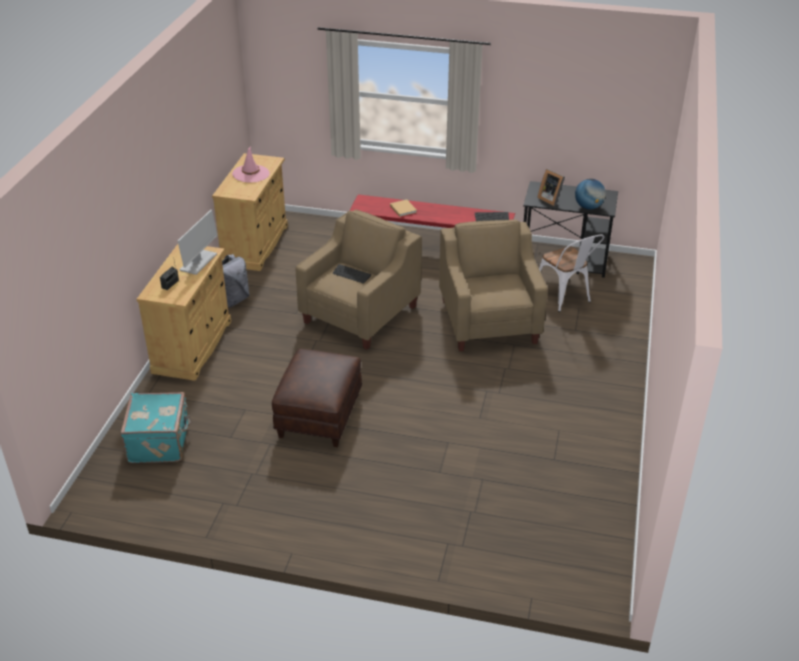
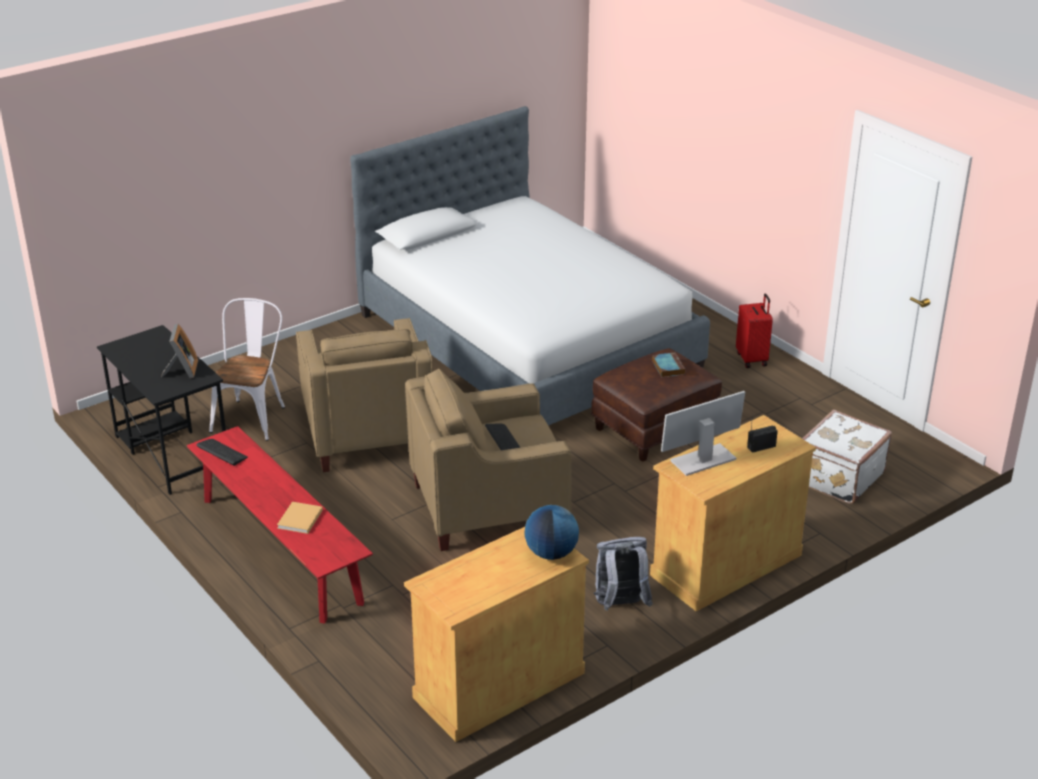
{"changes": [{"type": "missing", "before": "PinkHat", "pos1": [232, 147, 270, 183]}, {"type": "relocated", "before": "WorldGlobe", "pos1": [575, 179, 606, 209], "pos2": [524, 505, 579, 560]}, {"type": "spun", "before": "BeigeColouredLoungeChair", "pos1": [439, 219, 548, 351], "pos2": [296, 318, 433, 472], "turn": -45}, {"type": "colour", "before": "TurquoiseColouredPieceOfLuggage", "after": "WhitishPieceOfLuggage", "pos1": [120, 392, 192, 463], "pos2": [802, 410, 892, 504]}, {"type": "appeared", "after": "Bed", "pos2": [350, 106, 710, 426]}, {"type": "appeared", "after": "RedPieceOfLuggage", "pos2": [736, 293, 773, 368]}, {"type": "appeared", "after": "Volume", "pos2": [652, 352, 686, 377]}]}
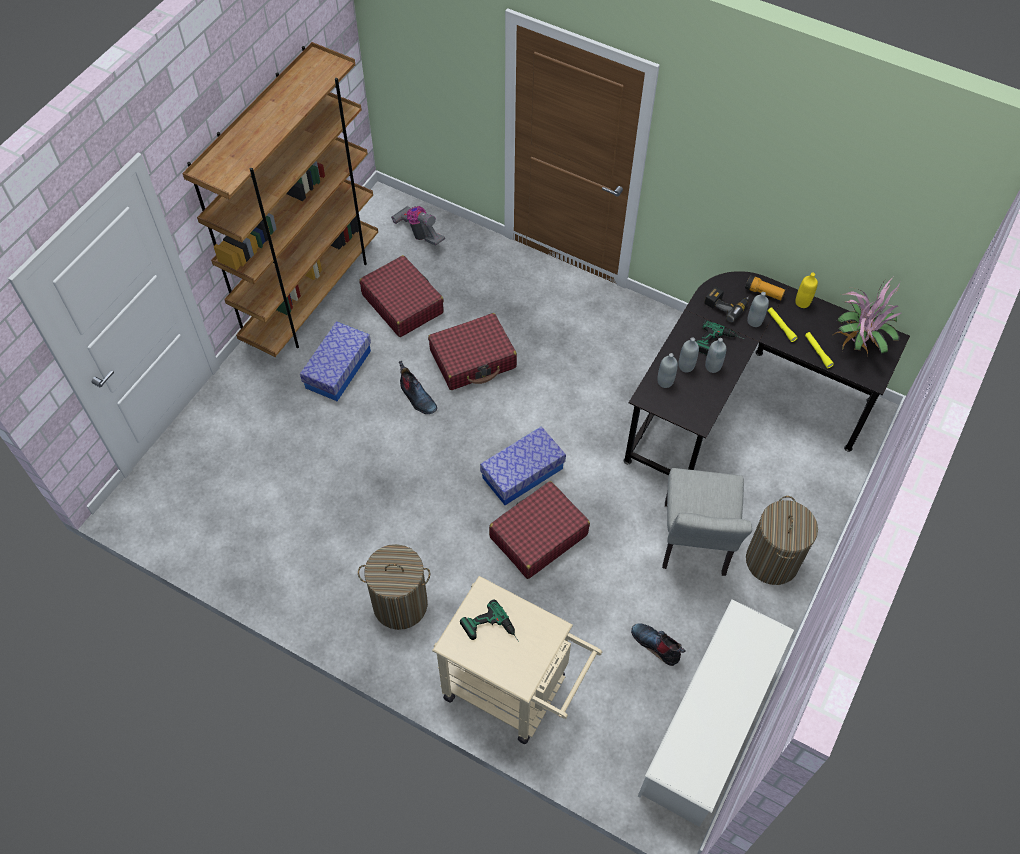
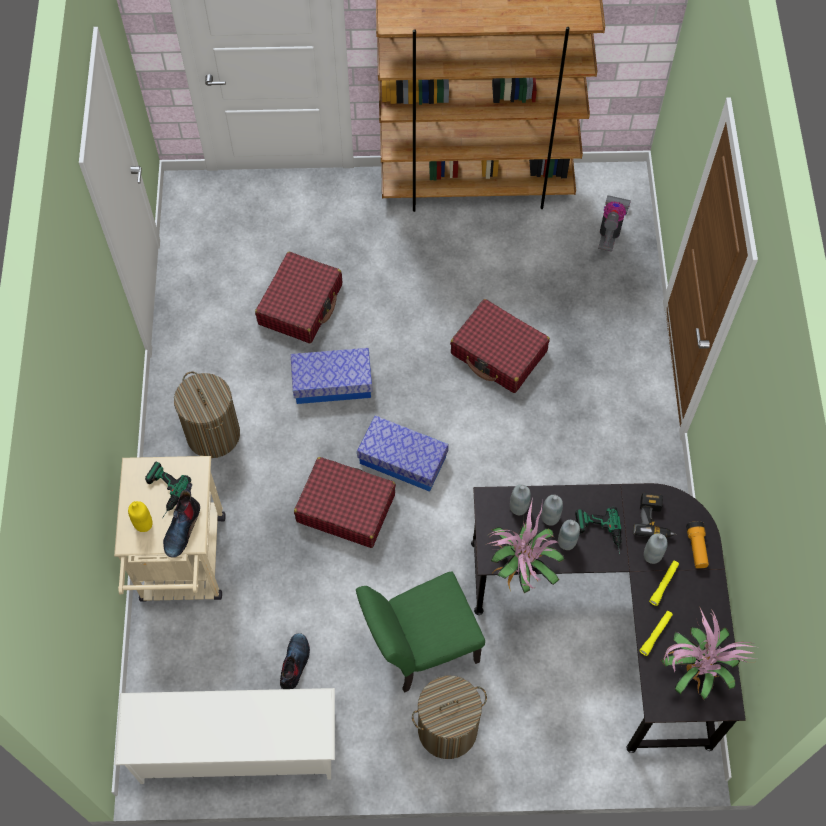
{"changes": [{"type": "relocated", "before": "RedPieceOfLuggage", "pos1": [359, 255, 444, 337], "pos2": [255, 252, 342, 343]}, {"type": "relocated", "before": "YellowDrinkBottle", "pos1": [795, 273, 818, 308], "pos2": [128, 501, 152, 532]}, {"type": "relocated", "before": "StorageBox", "pos1": [300, 321, 371, 401], "pos2": [291, 348, 372, 404]}, {"type": "relocated", "before": "TallBoot", "pos1": [399, 361, 437, 414], "pos2": [163, 482, 200, 558]}, {"type": "colour", "before": "GrayChair", "after": "GreenChair", "pos1": [662, 468, 752, 576], "pos2": [356, 572, 485, 693]}, {"type": "appeared", "after": "PottedPlant", "pos2": [488, 496, 565, 593]}]}
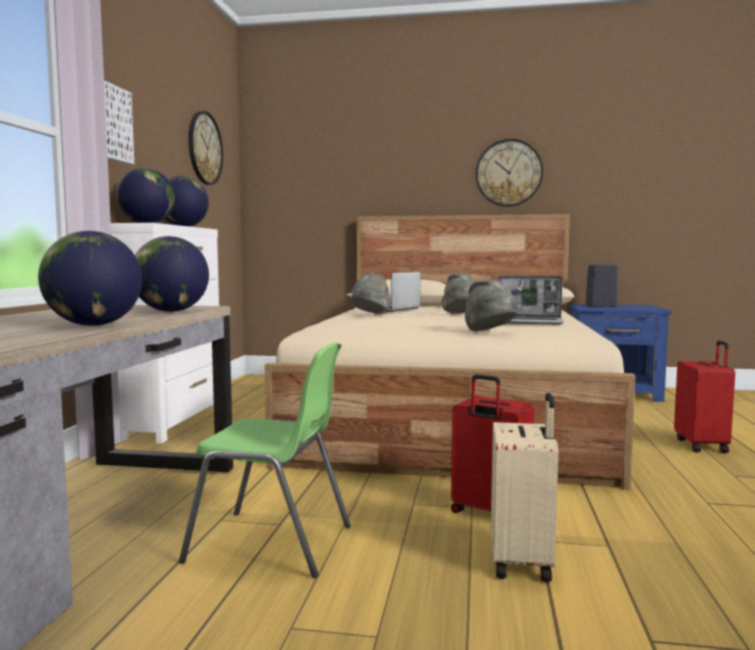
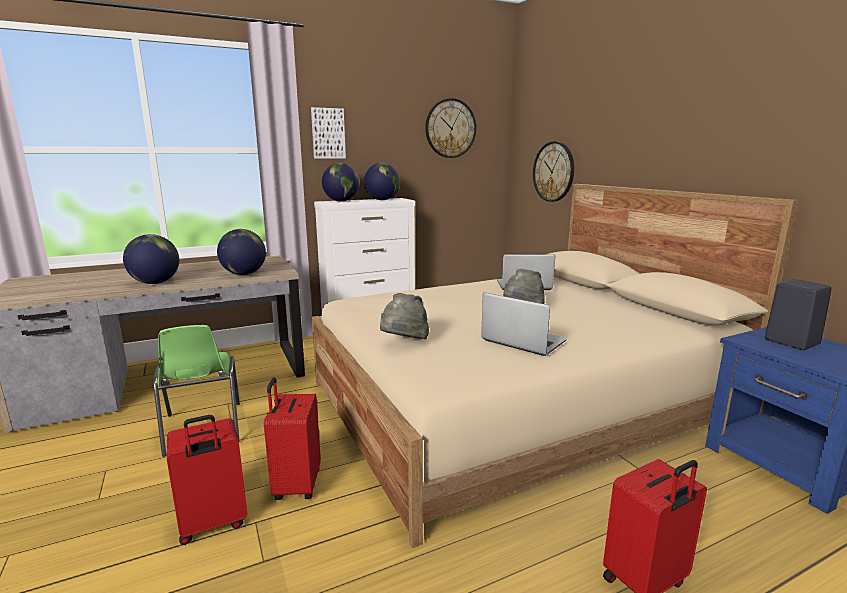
{"changes": [{"type": "relocated", "before": "ClockOnTheWall", "pos1": [476, 139, 543, 207], "pos2": [533, 141, 574, 202]}, {"type": "missing", "before": "GrayHat", "pos1": [351, 273, 390, 314]}, {"type": "spun", "before": "Laptop", "pos1": [498, 276, 564, 325], "pos2": [481, 293, 566, 356], "turn": 150}, {"type": "colour", "before": "BeigeColouredPieceOfLuggage", "after": "RedPieceOfLuggage", "pos1": [491, 393, 558, 582], "pos2": [167, 415, 247, 545]}]}
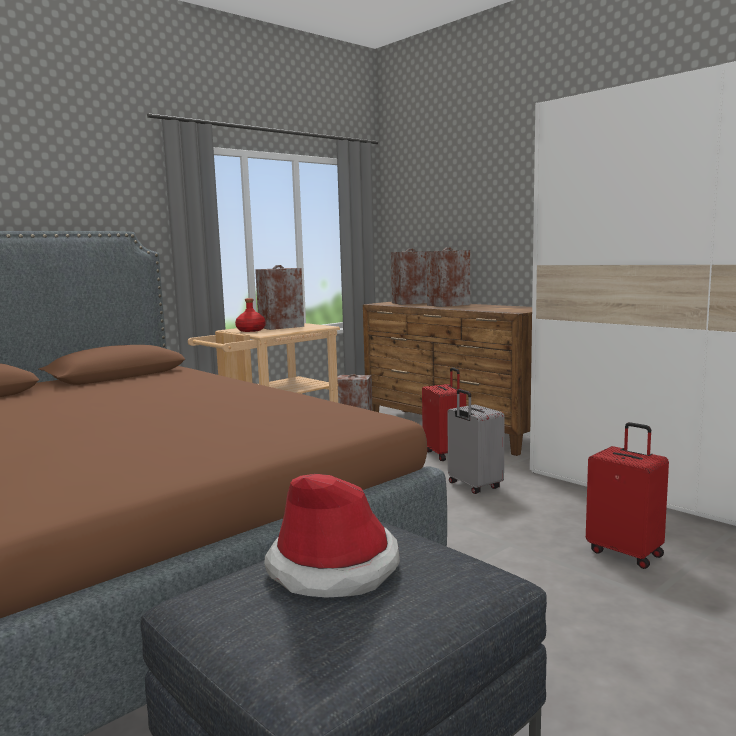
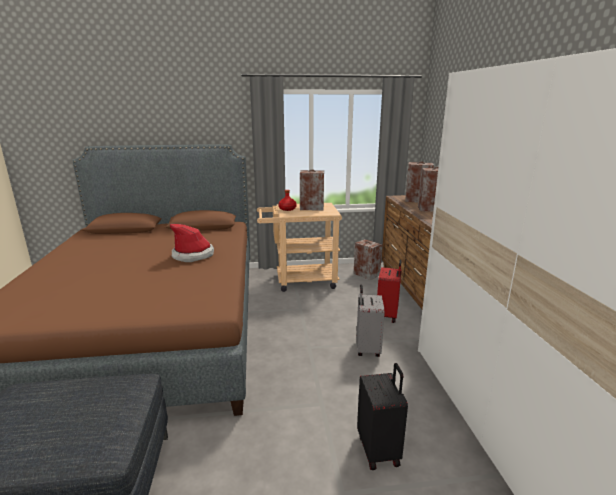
{"changes": [{"type": "colour", "before": "RedPieceOfLuggage", "after": "BlackPieceOfLuggage", "pos1": [586, 422, 669, 569], "pos2": [357, 363, 408, 470]}, {"type": "relocated", "before": "Hat", "pos1": [264, 474, 400, 598], "pos2": [170, 224, 214, 262]}]}
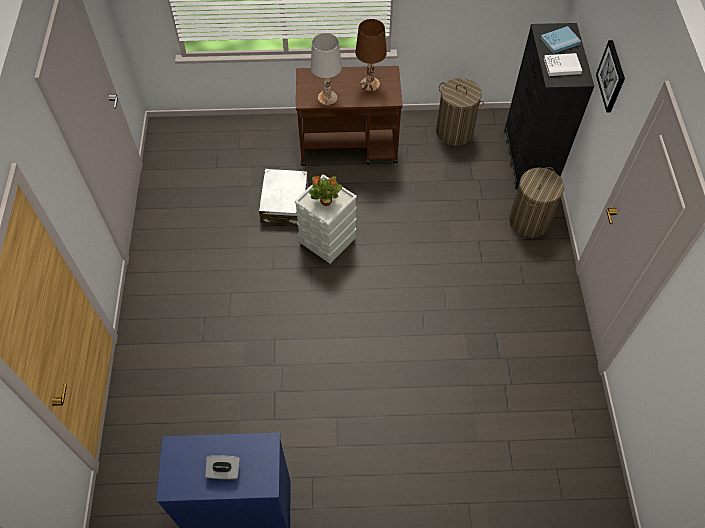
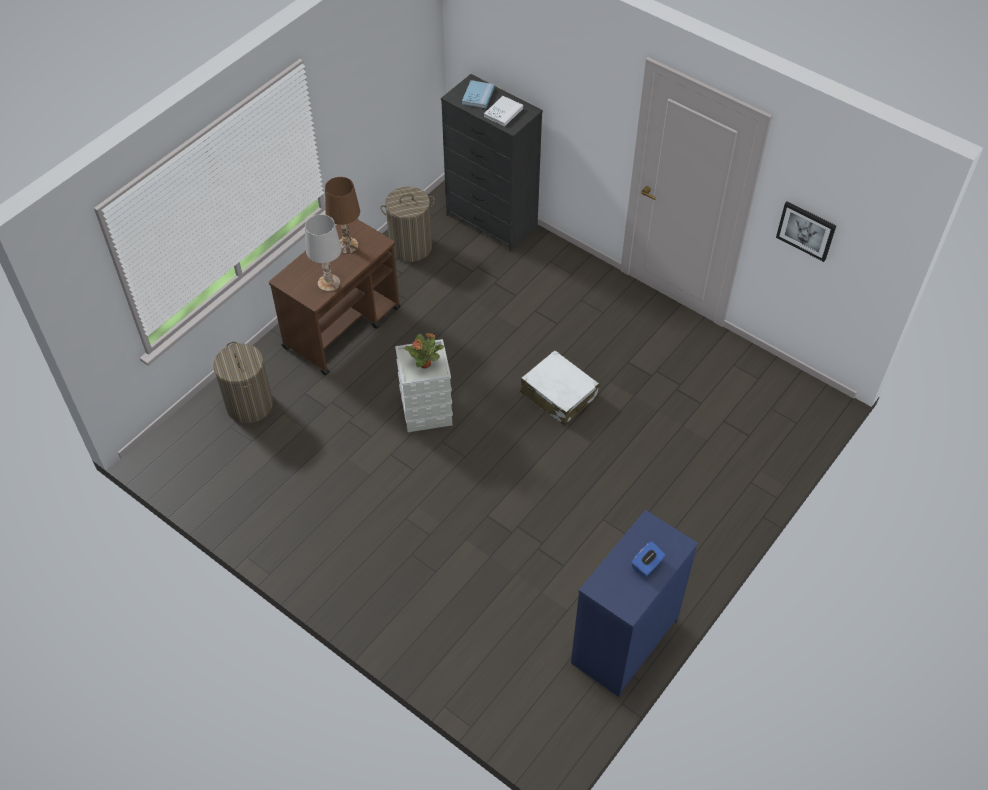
{"changes": [{"type": "relocated", "before": "Picture", "pos1": [596, 40, 625, 113], "pos2": [776, 201, 836, 262]}, {"type": "relocated", "before": "WashingBasket", "pos1": [509, 167, 564, 237], "pos2": [213, 342, 273, 423]}, {"type": "relocated", "before": "WhitishPieceOfLuggage", "pos1": [259, 169, 309, 224], "pos2": [520, 350, 599, 426]}, {"type": "colour", "before": "GrayBoxOfTissues", "after": "BluishBoxOfTissues", "pos1": [205, 455, 240, 480], "pos2": [631, 541, 665, 577]}]}
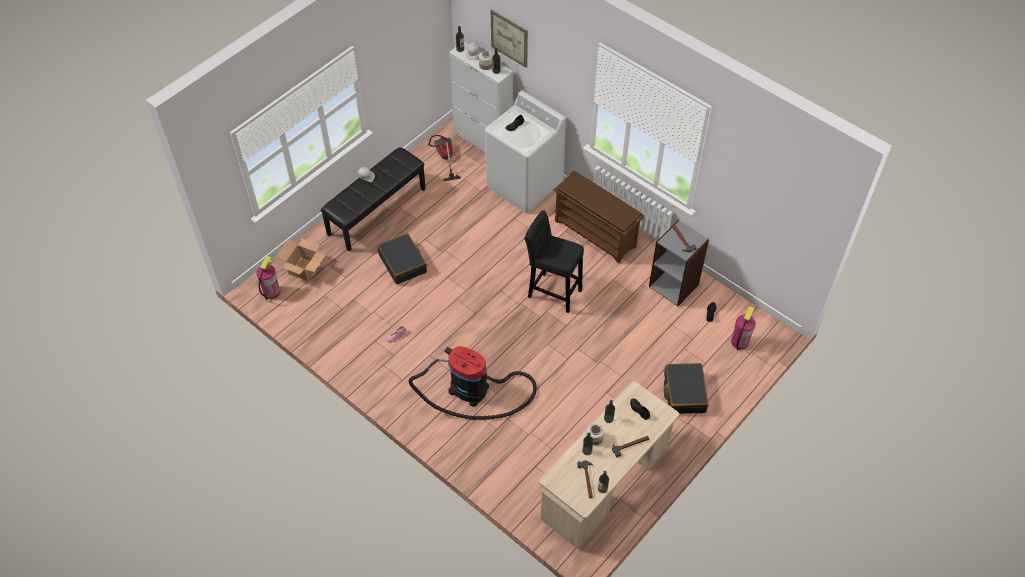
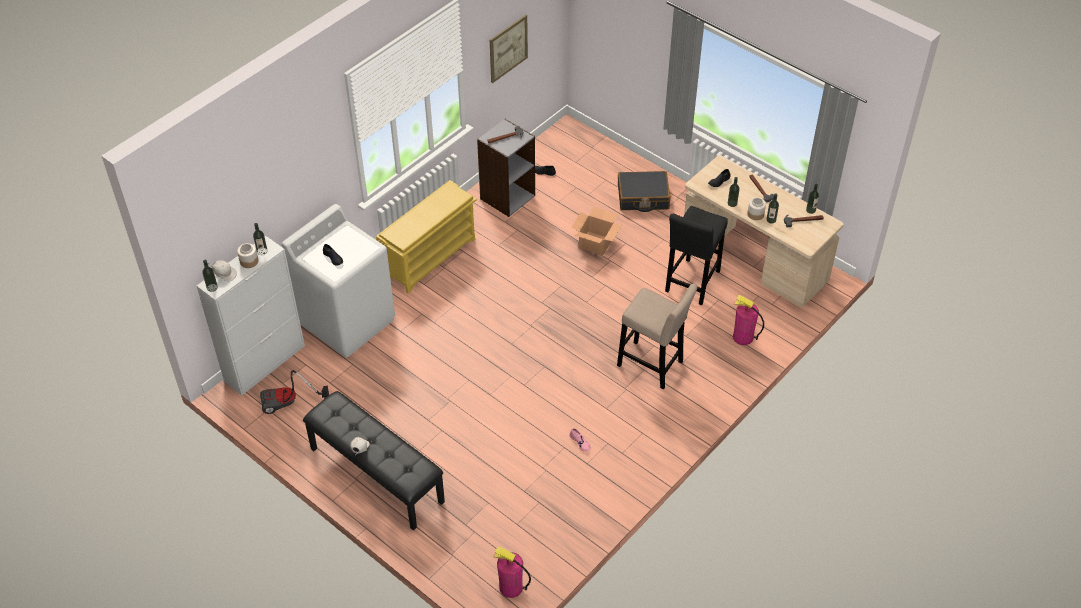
{"changes": [{"type": "relocated", "before": "Picture", "pos1": [491, 10, 528, 68], "pos2": [490, 15, 528, 83]}, {"type": "colour", "before": "BrownColouredShoeStand", "after": "YellowShoeStand", "pos1": [554, 170, 644, 263], "pos2": [376, 180, 477, 294]}, {"type": "relocated", "before": "BlackSittingStool", "pos1": [524, 210, 584, 313], "pos2": [665, 206, 728, 305]}, {"type": "missing", "before": "BlackPieceOfLuggage", "pos1": [377, 233, 427, 285]}, {"type": "relocated", "before": "Carton", "pos1": [277, 239, 326, 281], "pos2": [571, 207, 621, 256]}, {"type": "relocated", "before": "FireExtinguisher", "pos1": [731, 306, 756, 351], "pos2": [733, 295, 764, 345]}, {"type": "exchanged", "before": "VacuumCleaner", "after": "BeigeColouredSittingStool", "pos1": [409, 346, 537, 420], "pos2": [617, 284, 698, 389]}]}
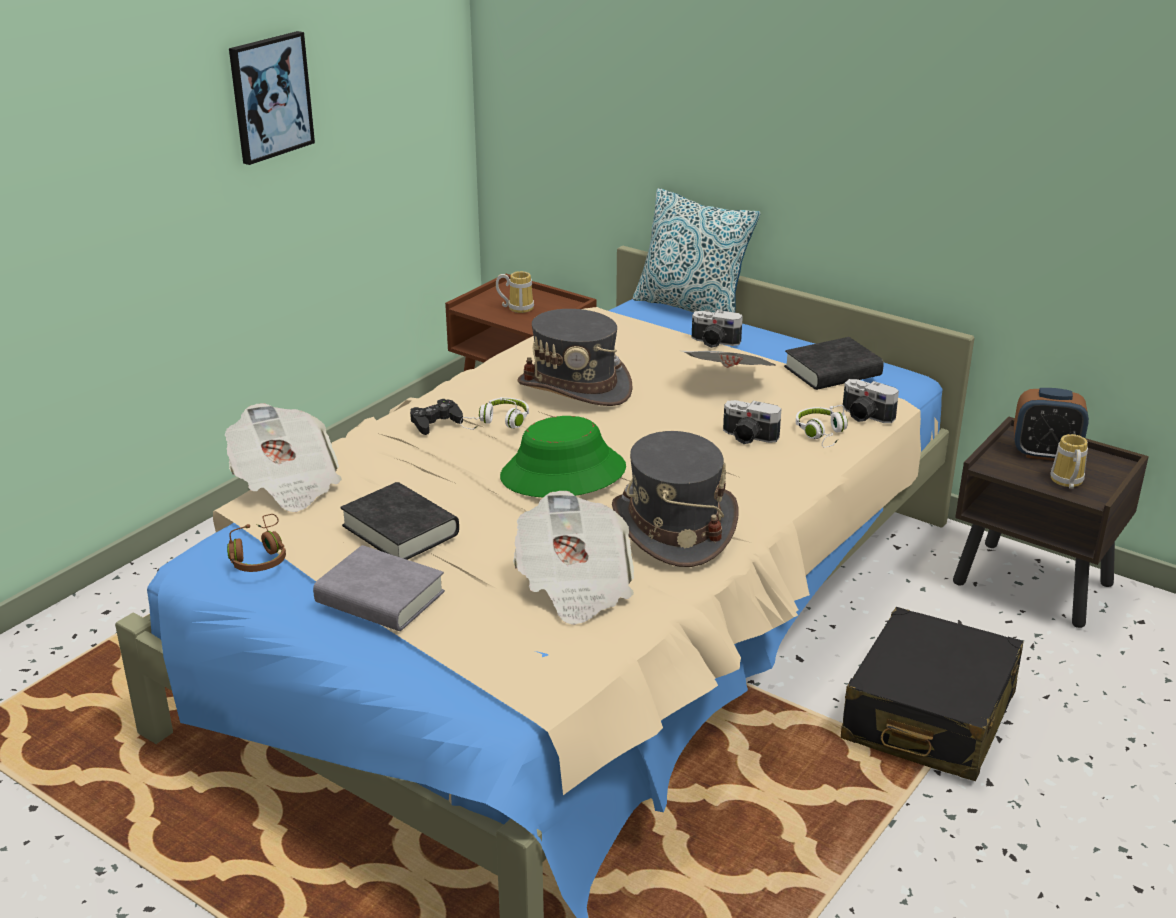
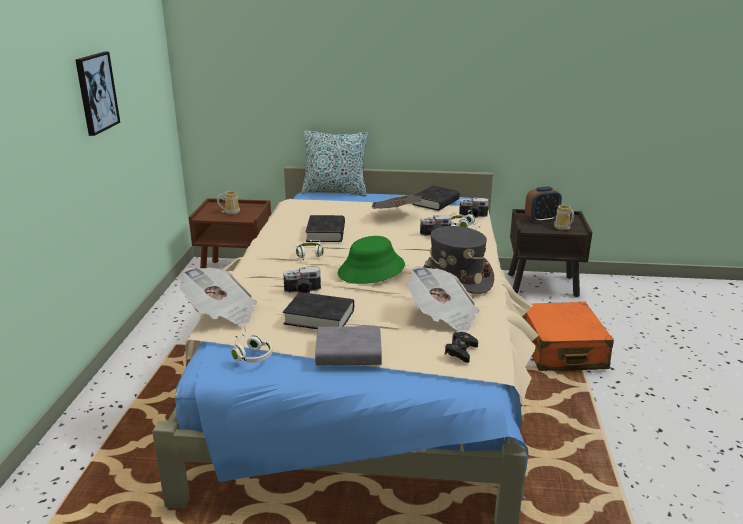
{"changes": [{"type": "exchanged", "before": "GrayHat", "after": "BlackVolume", "pos1": [517, 309, 633, 406], "pos2": [306, 215, 345, 242]}, {"type": "relocated", "before": "PhotoCamera", "pos1": [692, 310, 743, 348], "pos2": [283, 266, 321, 293]}, {"type": "relocated", "before": "BlackGamepad", "pos1": [410, 399, 463, 435], "pos2": [445, 332, 478, 363]}, {"type": "colour", "before": "BrownColouredPairOfHeadphones", "after": "WhitishPairOfHeadphones", "pos1": [227, 514, 286, 572], "pos2": [232, 327, 273, 363]}, {"type": "colour", "before": "BlackPieceOfLuggage", "after": "OrangePieceOfLuggage", "pos1": [841, 607, 1024, 781], "pos2": [522, 302, 614, 371]}]}
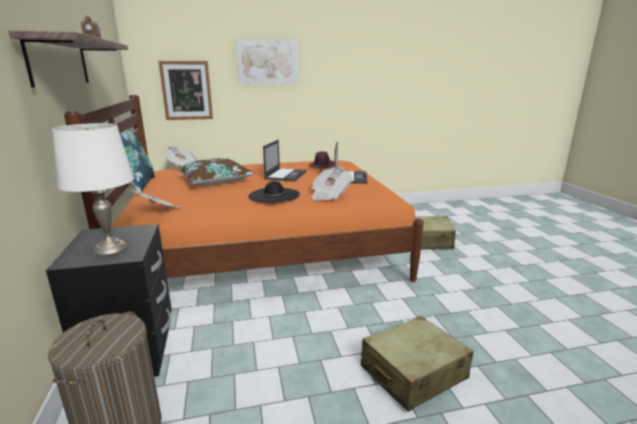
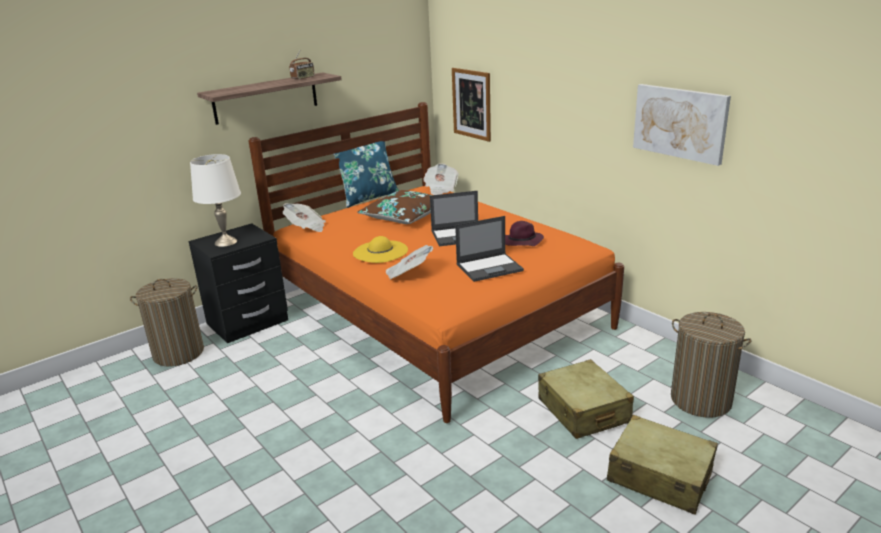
{"changes": [{"type": "relocated", "before": "Picture", "pos1": [236, 39, 299, 83], "pos2": [633, 84, 731, 166]}, {"type": "colour", "before": "BlackHat", "after": "YellowHat", "pos1": [248, 181, 300, 203], "pos2": [353, 236, 408, 263]}, {"type": "relocated", "before": "BeigeColouredPieceOfLuggage", "pos1": [361, 316, 473, 412], "pos2": [607, 415, 718, 515]}, {"type": "appeared", "after": "WashingBasket", "pos2": [671, 312, 752, 418]}]}
